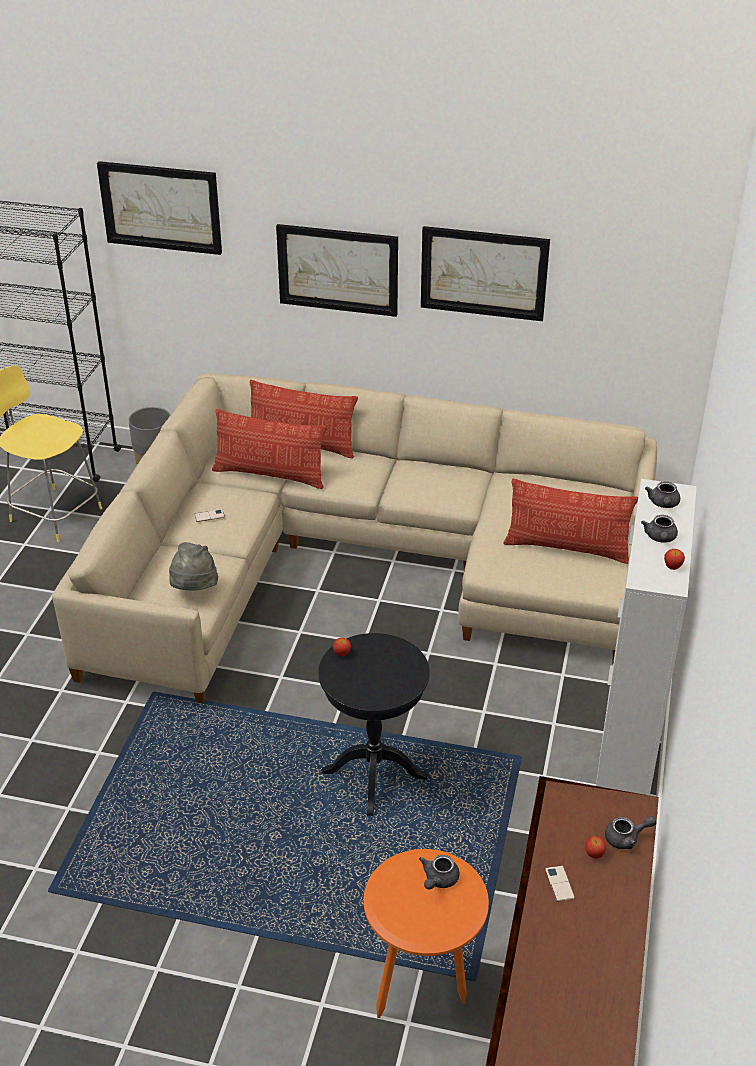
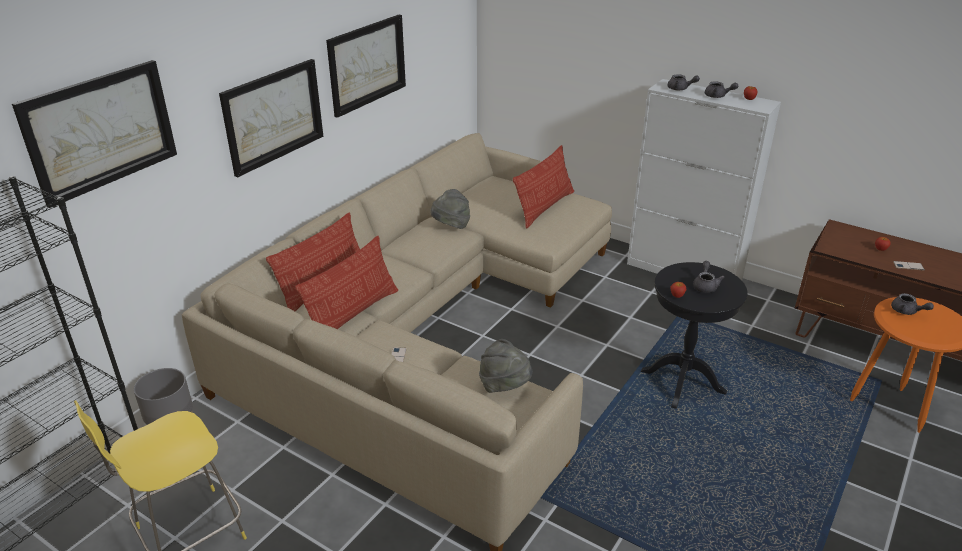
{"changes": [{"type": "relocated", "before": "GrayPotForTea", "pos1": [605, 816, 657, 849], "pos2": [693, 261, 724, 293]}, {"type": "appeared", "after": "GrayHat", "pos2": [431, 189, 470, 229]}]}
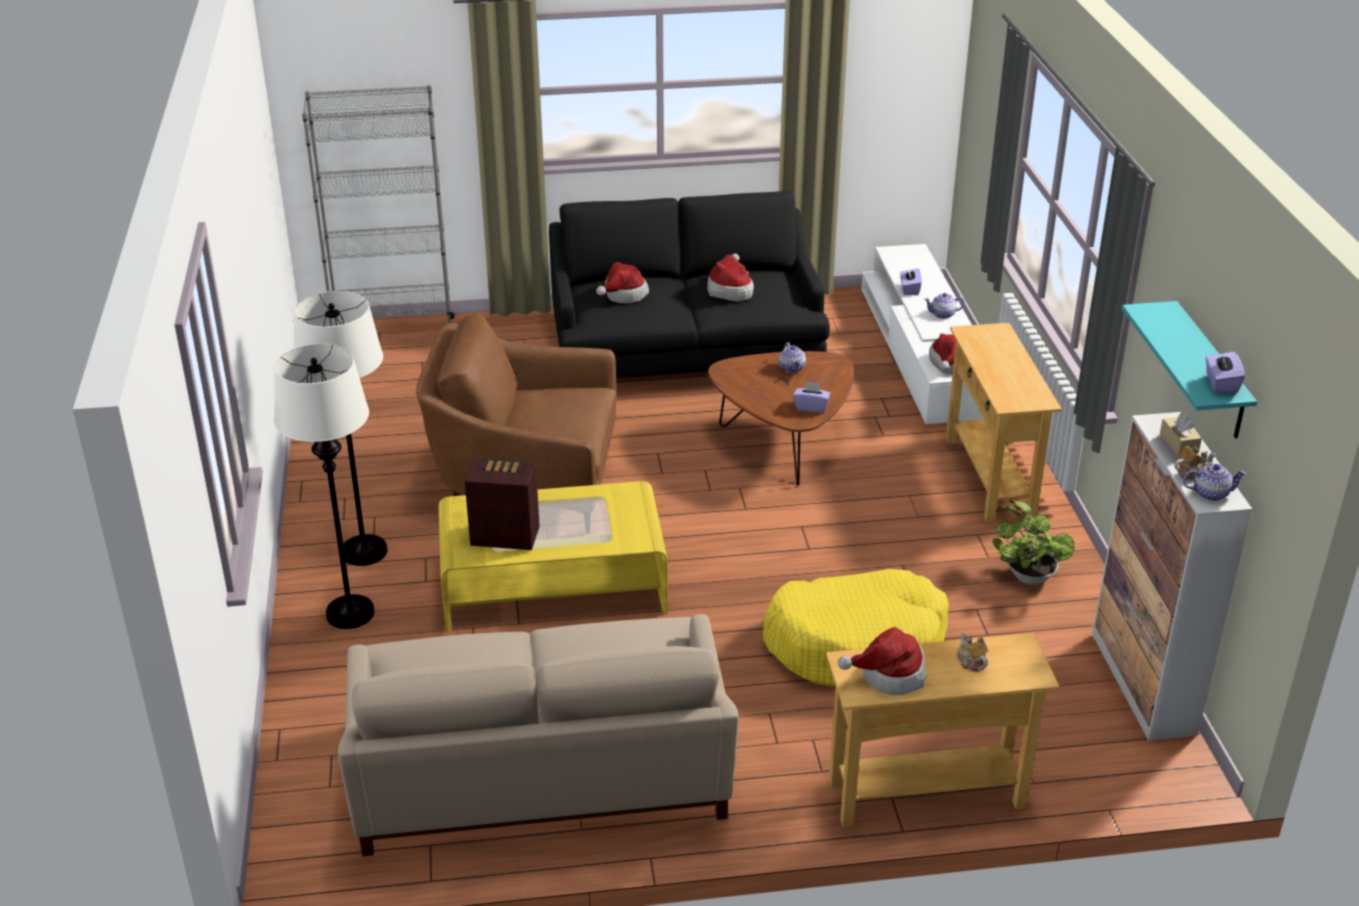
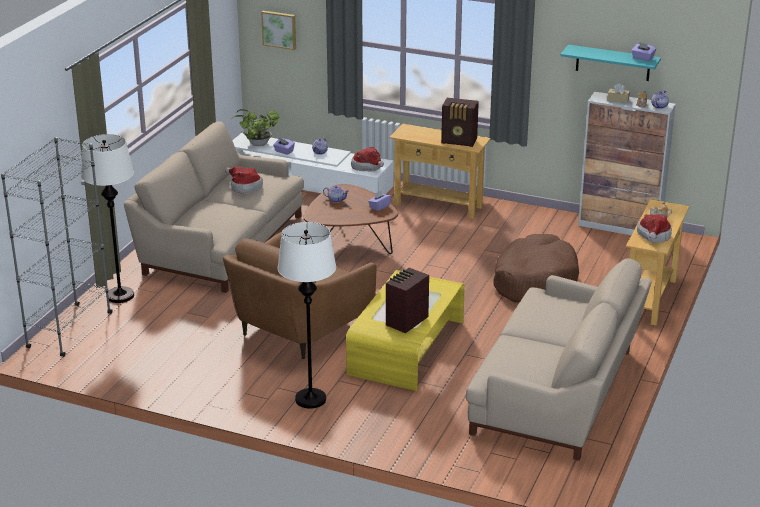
{"changes": [{"type": "colour", "before": "BlackSofa", "after": "BeigeColouredSofa", "pos1": [549, 191, 830, 383], "pos2": [124, 121, 304, 293]}, {"type": "missing", "before": "Hat", "pos1": [596, 262, 649, 304]}, {"type": "relocated", "before": "WhitishStandingLamp", "pos1": [274, 344, 375, 629], "pos2": [81, 134, 134, 303]}, {"type": "relocated", "before": "PottedPlant", "pos1": [992, 500, 1075, 585], "pos2": [232, 109, 279, 146]}, {"type": "colour", "before": "YellowDogCushion", "after": "BrownColouredDogCushion", "pos1": [763, 569, 949, 686], "pos2": [493, 234, 579, 303]}, {"type": "appeared", "after": "Picture", "pos2": [261, 11, 296, 50]}, {"type": "appeared", "after": "Radio", "pos2": [441, 98, 479, 147]}]}
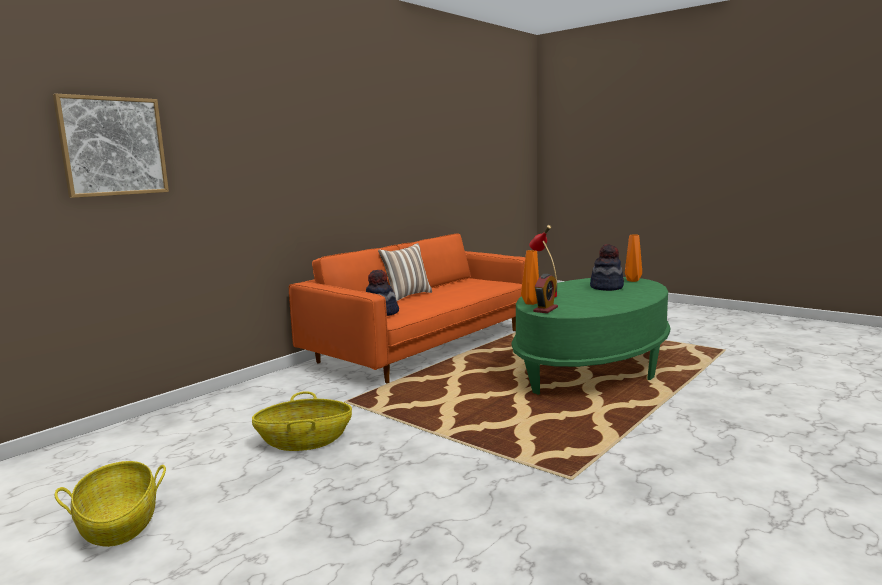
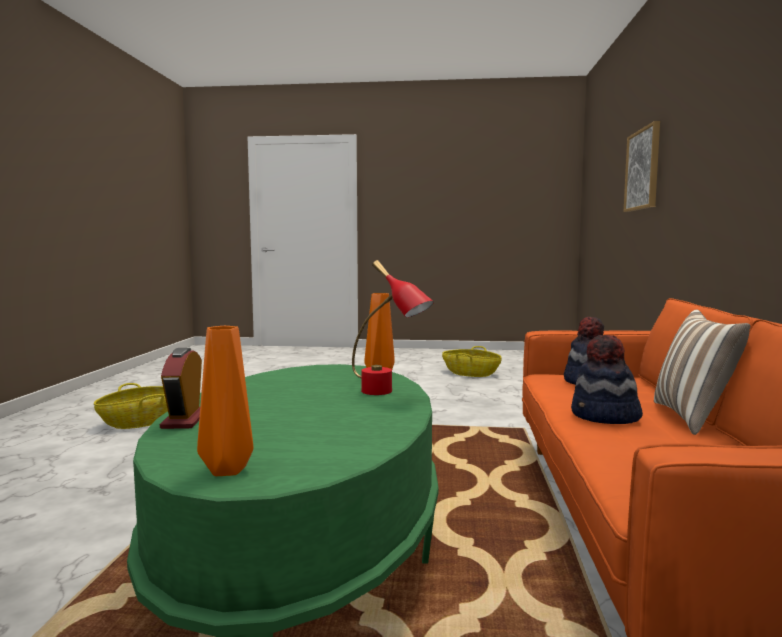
{"changes": [{"type": "relocated", "before": "Hat", "pos1": [590, 244, 624, 291], "pos2": [571, 335, 643, 424]}, {"type": "relocated", "before": "AlarmClock", "pos1": [533, 274, 558, 313], "pos2": [160, 348, 202, 429]}, {"type": "relocated", "before": "StorageBasket", "pos1": [252, 391, 352, 451], "pos2": [94, 383, 168, 429]}]}
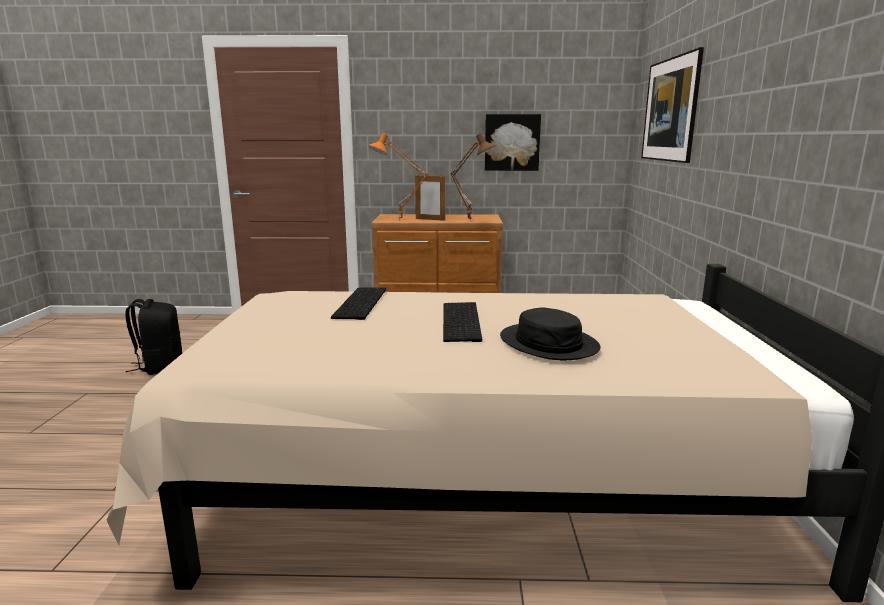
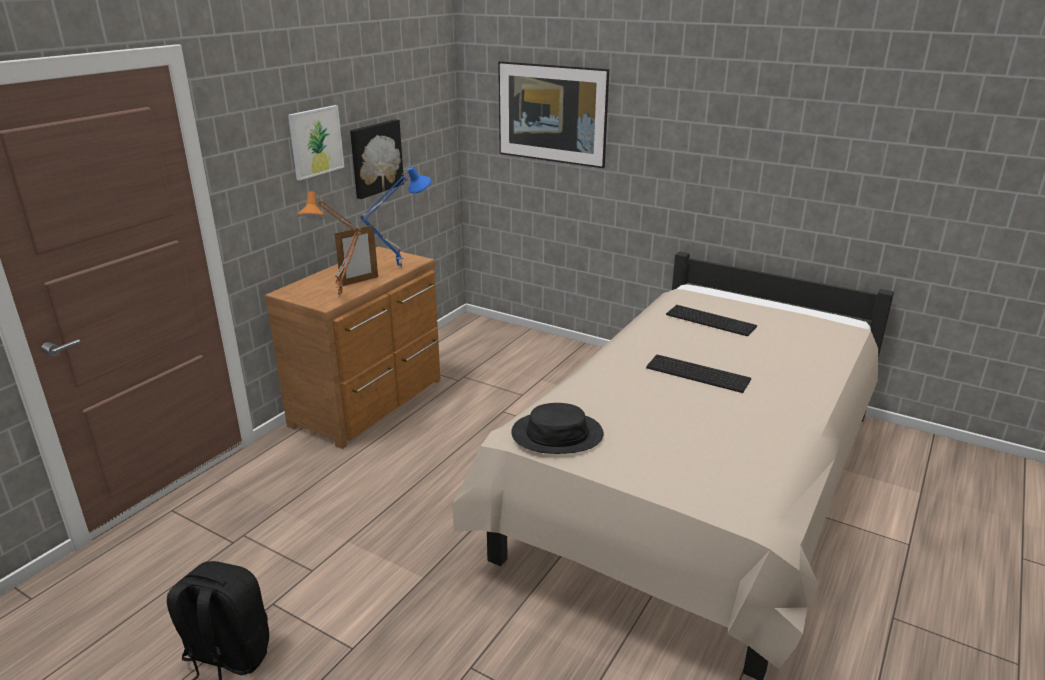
{"changes": [{"type": "colour", "before": "BrownColouredTabletopLamp", "after": "BluishTabletopLamp", "pos1": [450, 133, 496, 221], "pos2": [360, 166, 431, 268]}, {"type": "relocated", "before": "PcKeyboard", "pos1": [331, 287, 386, 320], "pos2": [666, 305, 757, 336]}, {"type": "relocated", "before": "BlackHat", "pos1": [500, 308, 601, 360], "pos2": [511, 403, 604, 454]}, {"type": "appeared", "after": "Picture", "pos2": [288, 105, 344, 181]}]}
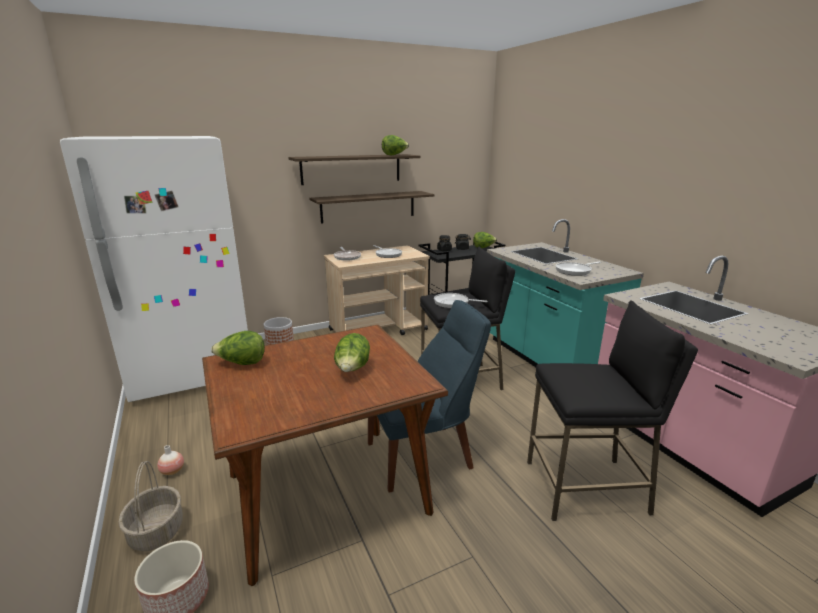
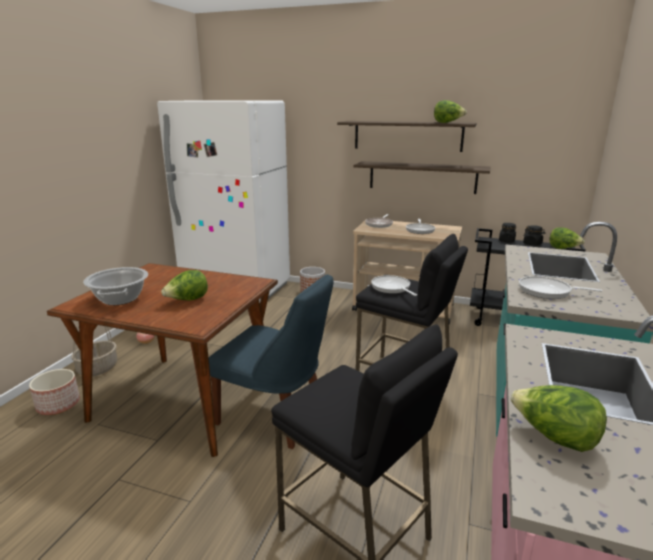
{"changes": [{"type": "relocated", "before": "HeadOfLettuce", "pos1": [211, 331, 265, 365], "pos2": [511, 385, 607, 452]}, {"type": "appeared", "after": "Stockpot", "pos2": [83, 267, 148, 305]}]}
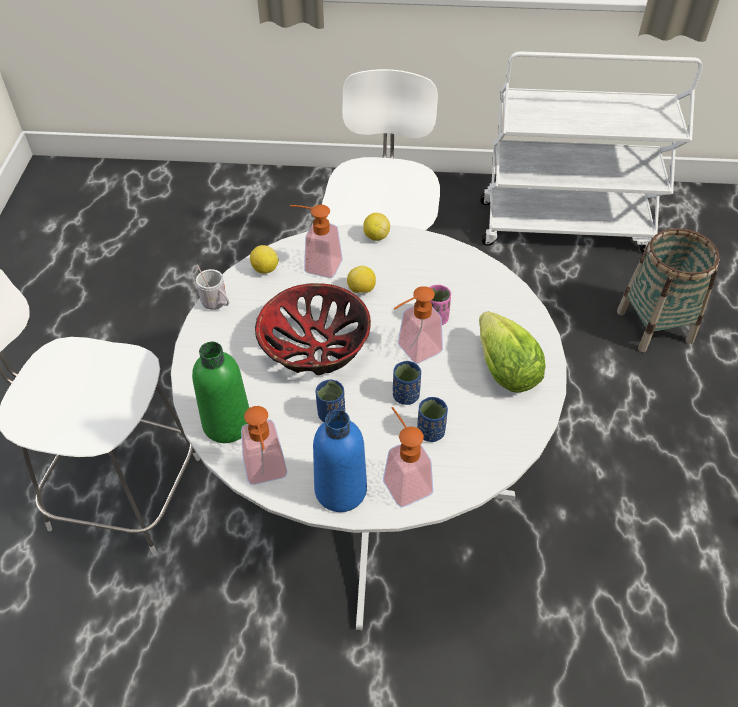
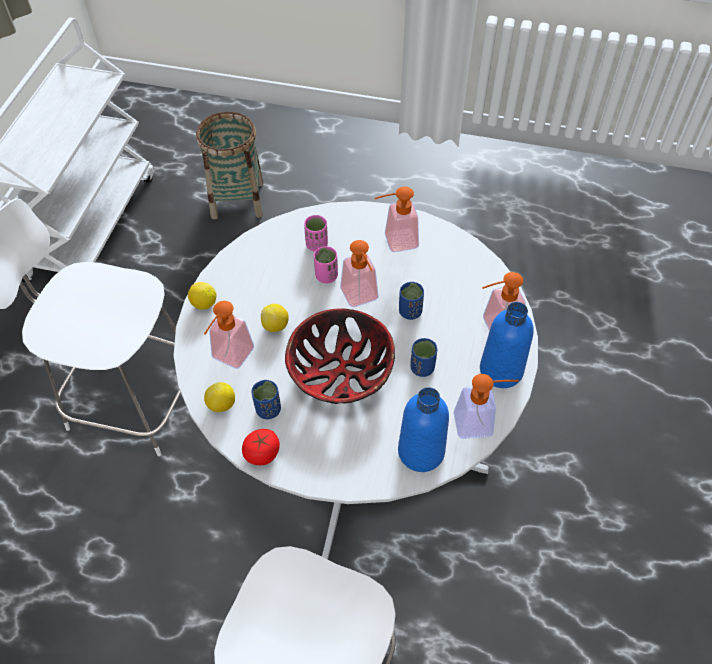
{"changes": [{"type": "exchanged", "before": "WhitishMug", "after": "Tomato", "pos1": [196, 265, 229, 310], "pos2": [242, 429, 280, 465]}, {"type": "exchanged", "before": "HeadOfLettuce", "after": "SoapBottle", "pos1": [479, 311, 546, 393], "pos2": [375, 187, 419, 252]}, {"type": "colour", "before": "GreenDrinkBottle", "after": "BluishDrinkBottle", "pos1": [192, 342, 249, 443], "pos2": [398, 387, 449, 472]}, {"type": "relocated", "before": "BluishSmallCup", "pos1": [417, 397, 448, 442], "pos2": [251, 380, 281, 419]}, {"type": "appeared", "after": "PinkSmallCup", "pos2": [304, 215, 328, 252]}]}
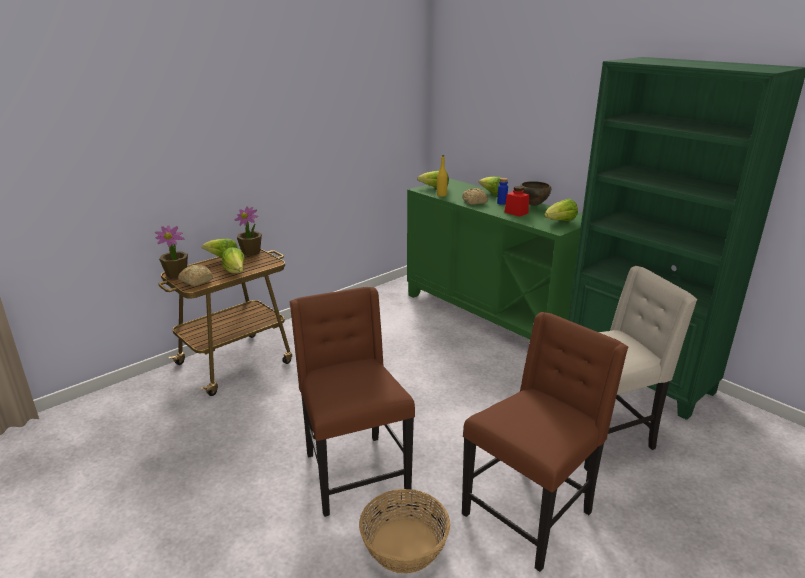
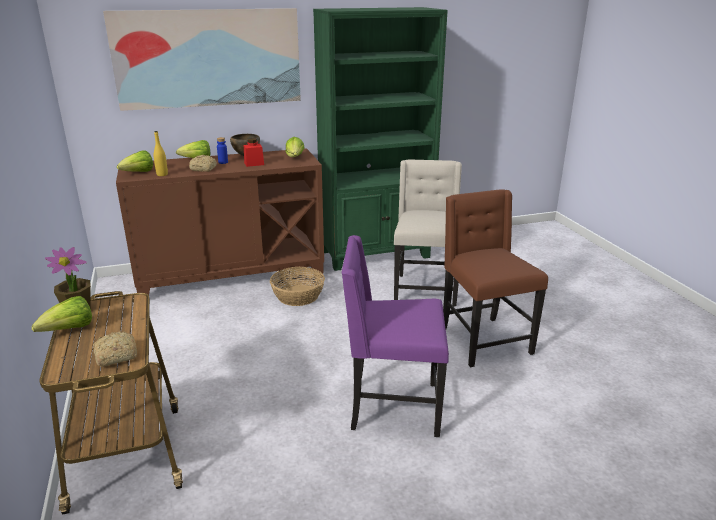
{"changes": [{"type": "colour", "before": "GreenStorageCabinet", "after": "BrownColouredStorageCabinet", "pos1": [407, 179, 582, 339], "pos2": [116, 148, 324, 295]}, {"type": "missing", "before": "PottedPlant", "pos1": [155, 226, 188, 278]}, {"type": "missing", "before": "HeadOfLettuce", "pos1": [222, 247, 245, 273]}, {"type": "colour", "before": "BrownColouredChair", "after": "PurplishChair", "pos1": [289, 287, 415, 517], "pos2": [342, 235, 449, 437]}, {"type": "relocated", "before": "StorageBasket", "pos1": [359, 489, 450, 574], "pos2": [270, 267, 325, 306]}, {"type": "appeared", "after": "Picture", "pos2": [103, 8, 301, 111]}]}
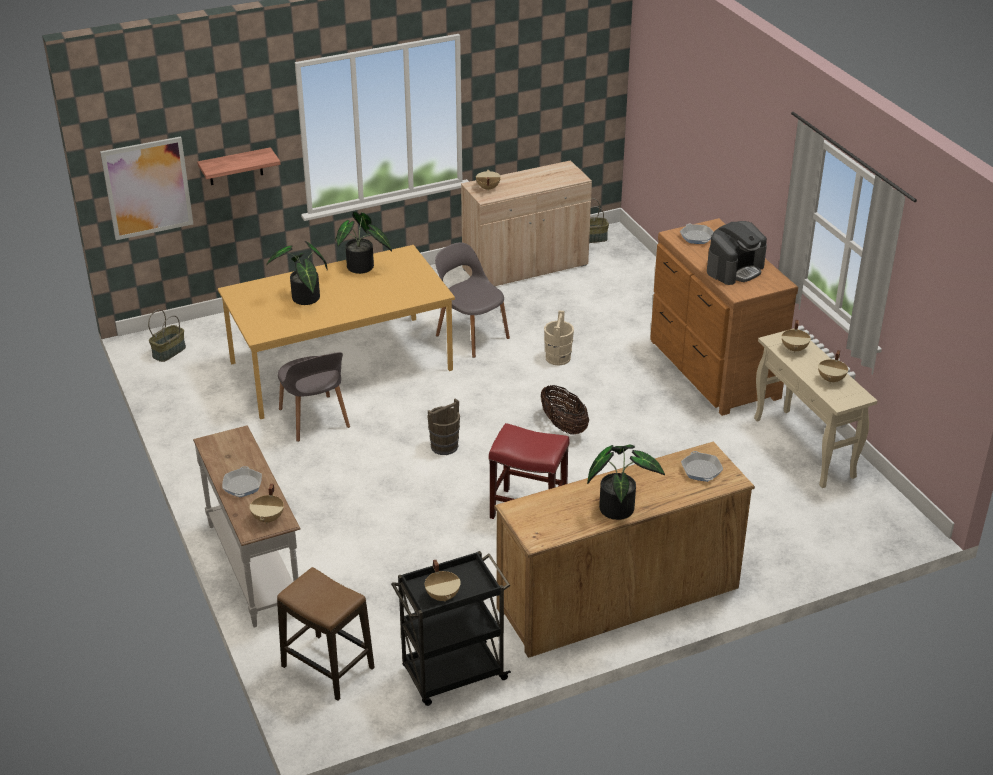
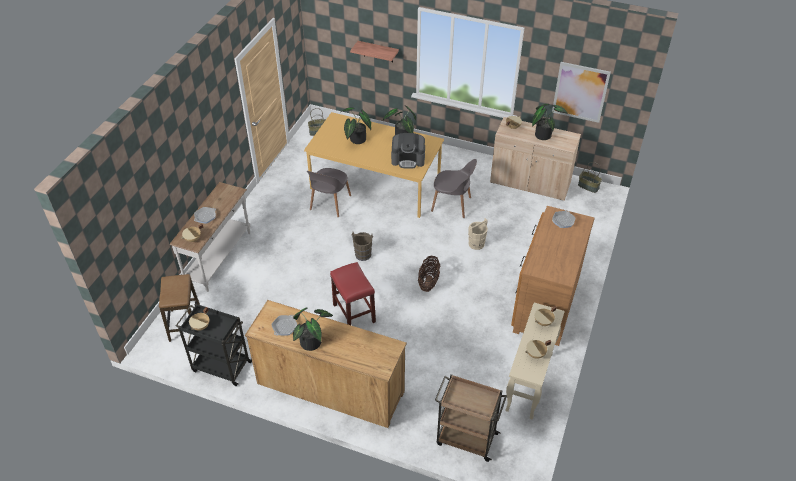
{"changes": [{"type": "relocated", "before": "Picture", "pos1": [100, 136, 193, 240], "pos2": [552, 62, 611, 123]}, {"type": "relocated", "before": "CoffeeMaker", "pos1": [707, 221, 767, 285], "pos2": [391, 133, 425, 169]}, {"type": "spun", "before": "GrayChair", "pos1": [435, 242, 510, 358], "pos2": [431, 159, 477, 218], "turn": 105}, {"type": "relocated", "before": "FryingPan", "pos1": [681, 451, 723, 482], "pos2": [271, 315, 297, 336]}, {"type": "appeared", "after": "PottedPlant", "pos2": [532, 104, 568, 140]}, {"type": "appeared", "after": "BrownColouredCart", "pos2": [435, 374, 507, 462]}]}
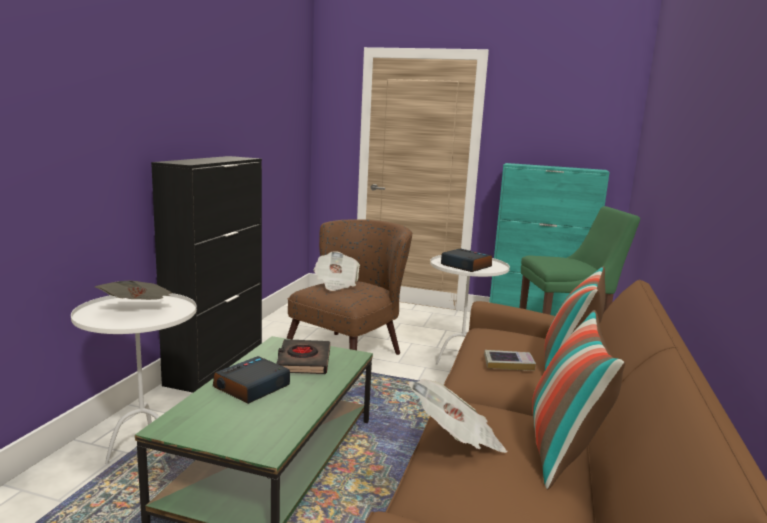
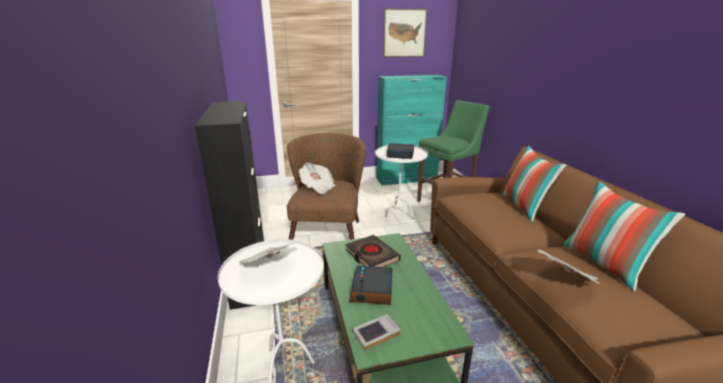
{"changes": [{"type": "relocated", "before": "Volume", "pos1": [484, 350, 536, 371], "pos2": [353, 314, 401, 351]}, {"type": "appeared", "after": "Picture", "pos2": [383, 8, 427, 58]}]}
